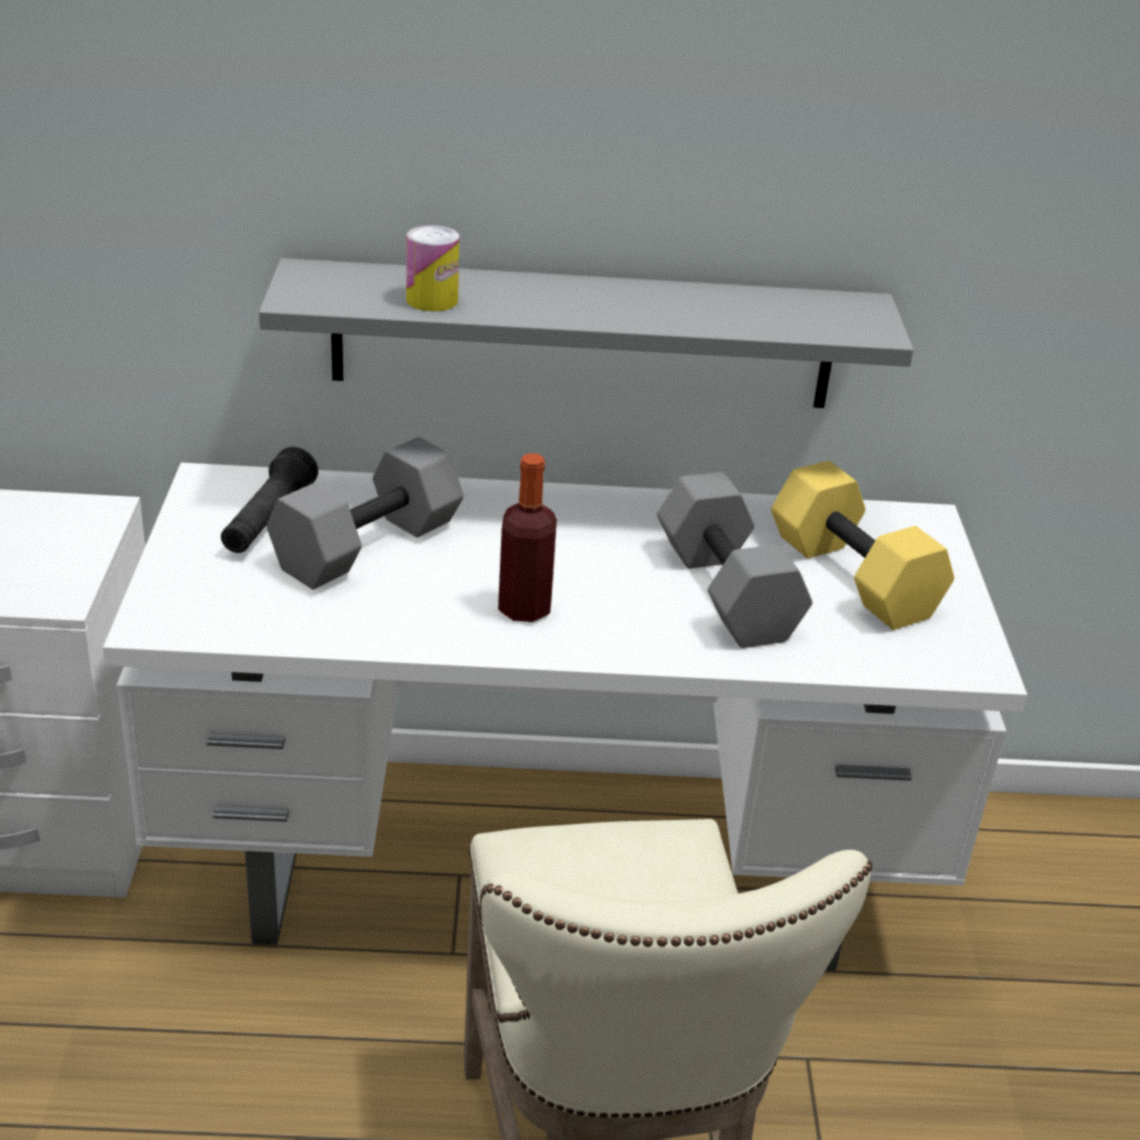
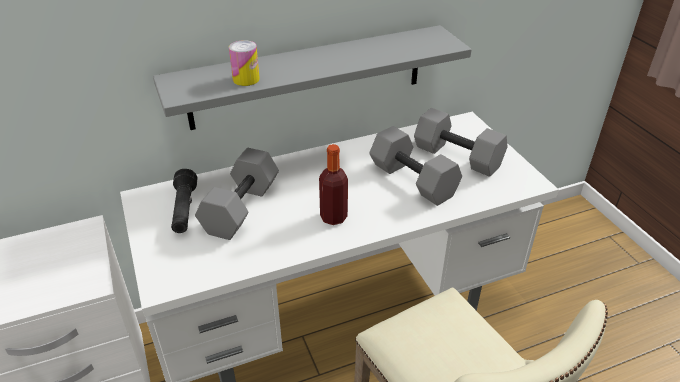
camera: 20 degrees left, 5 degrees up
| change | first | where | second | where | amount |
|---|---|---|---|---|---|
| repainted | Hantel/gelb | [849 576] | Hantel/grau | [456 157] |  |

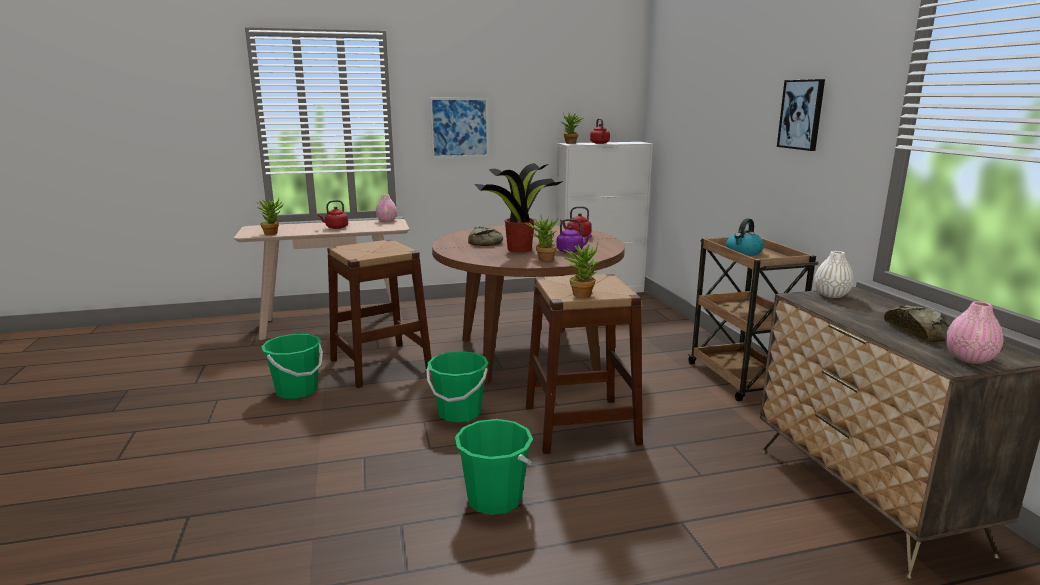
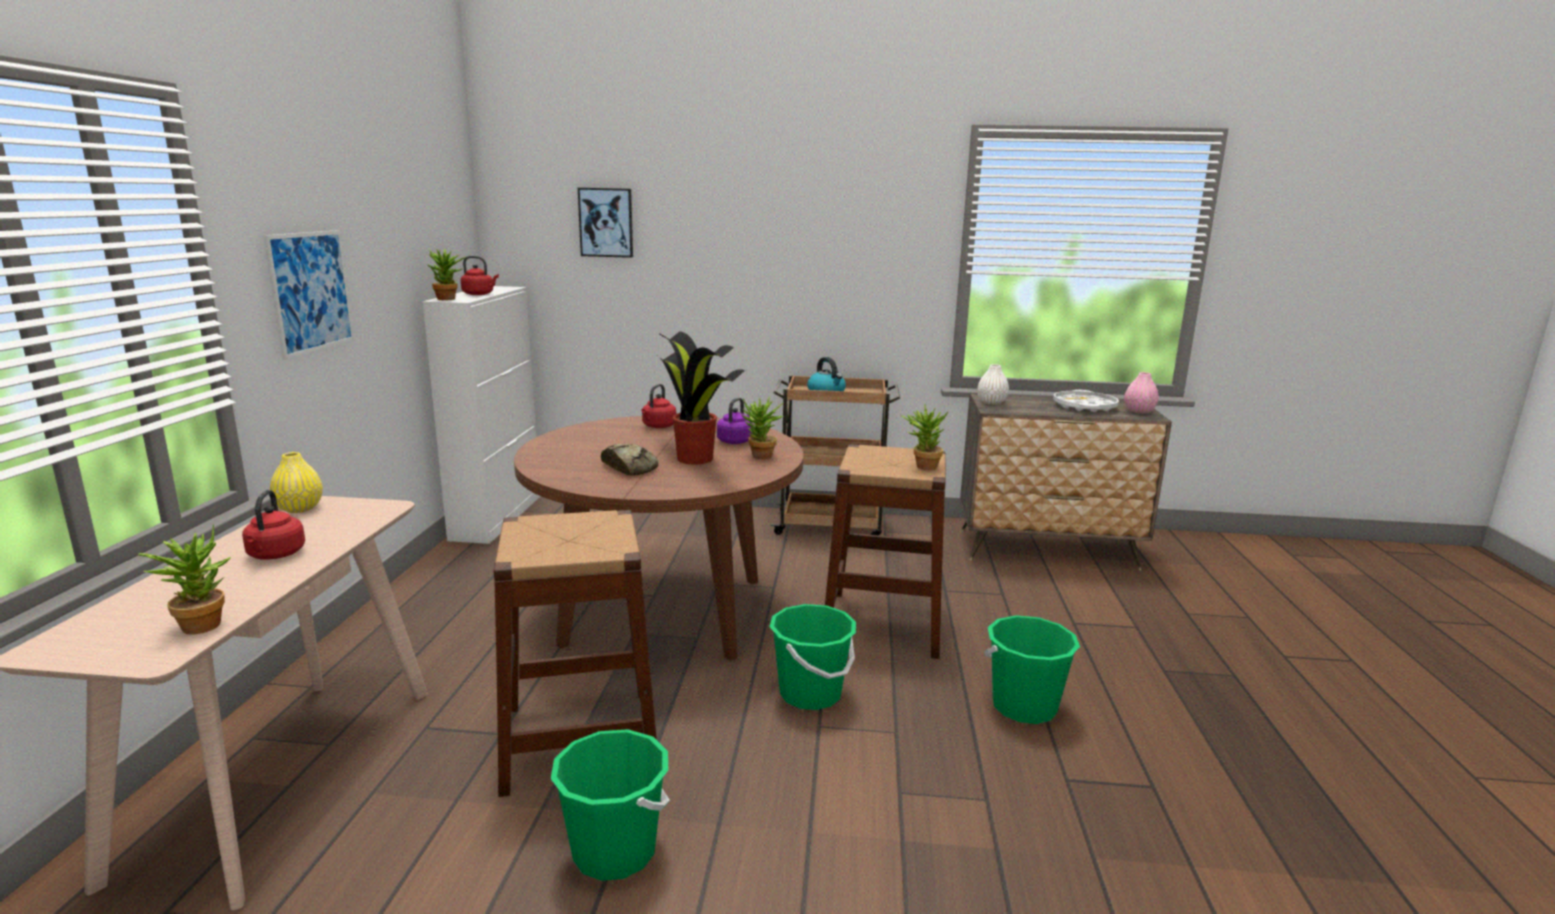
camera: 70 degrees left, 0 degrees up
| change | first | where | second | where | amount |
|---|---|---|---|---|---|
| shifted | Bild | [801 114] |  | [606 222] |  |
| repainted | Vase/rosa | [386 221] | Vase/gelb | [299 508] |  |
| swapped | Brot | [919 331] | Tablett/weiß | [1084 406] |  |

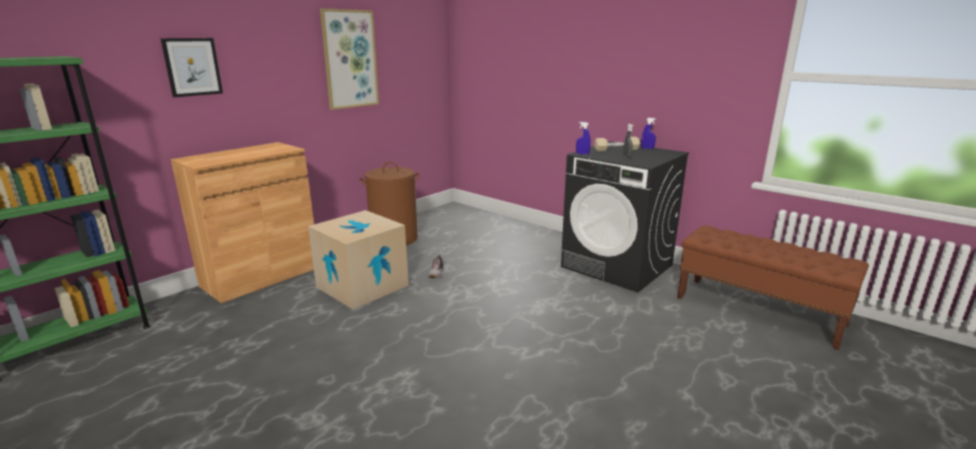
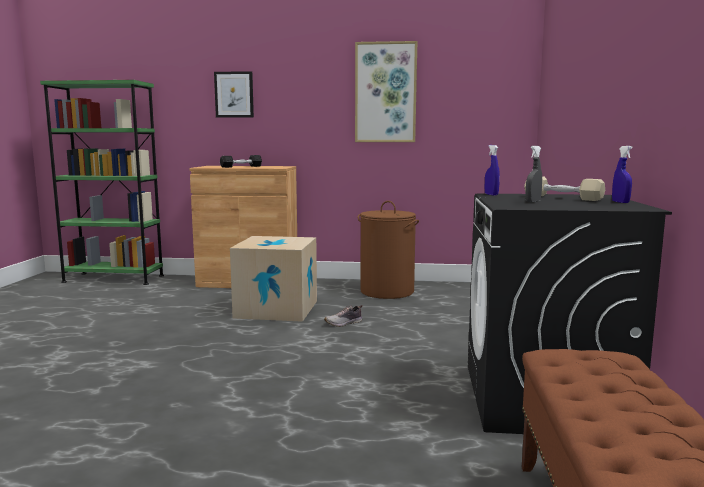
camera: 55 degrees right, 10 degrees down
| change | first | where | second | where | amount |
|---|---|---|---|---|---|
| new |  |  | Hantel/schwarz | [241 166] |  |

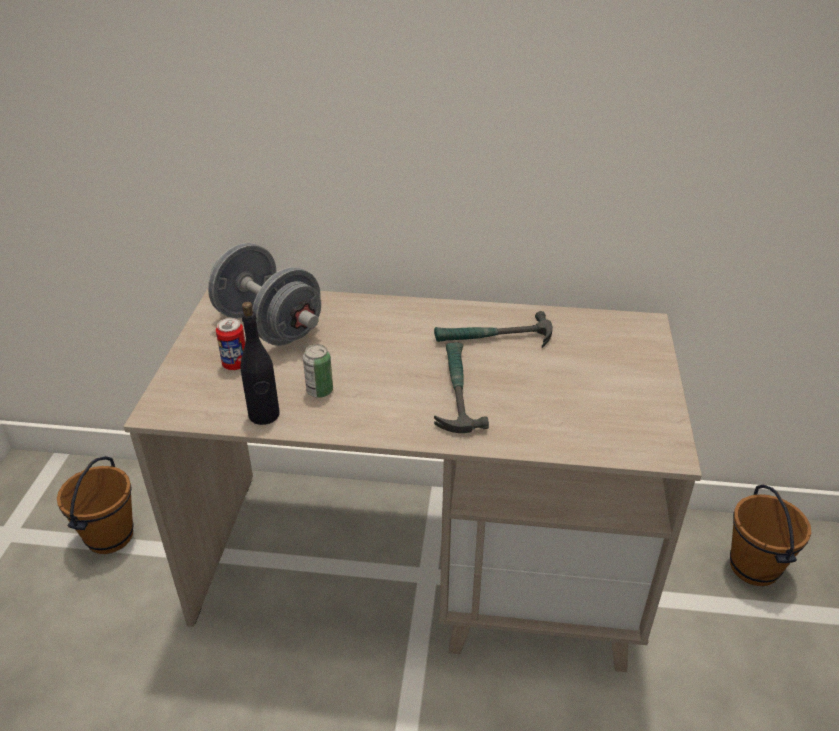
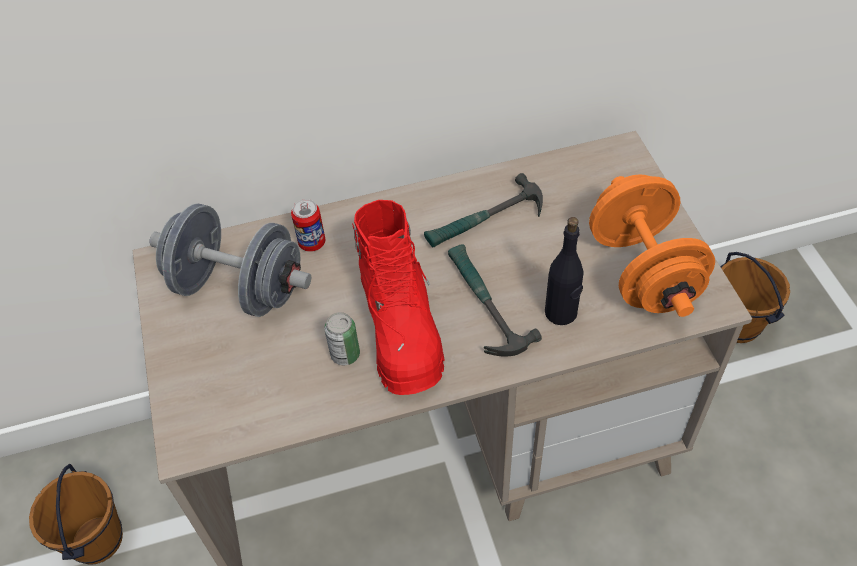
camera: 20 degrees left, 15 degrees up
| change | first | where | second | where | amount |
|---|---|---|---|---|---|
| shifted | Flasche/schwarz | [264 415] |  | [561 313] |  |
| shifted | Dose | [235 364] |  | [312 243] |  |
| new |  |  | Hantel/orange | [643 271] |  |
| new |  |  | Stiefel/rot | [402 329] |  |

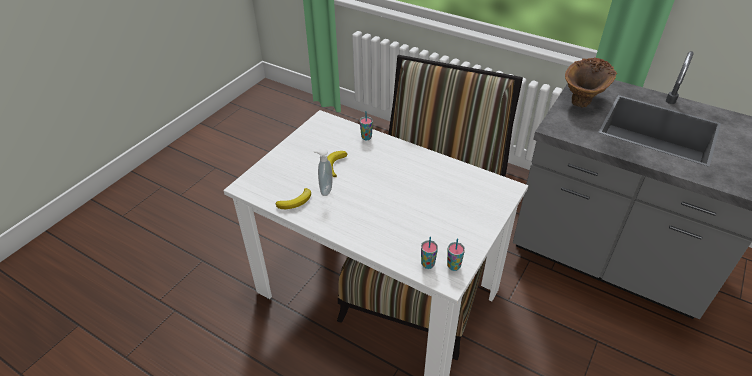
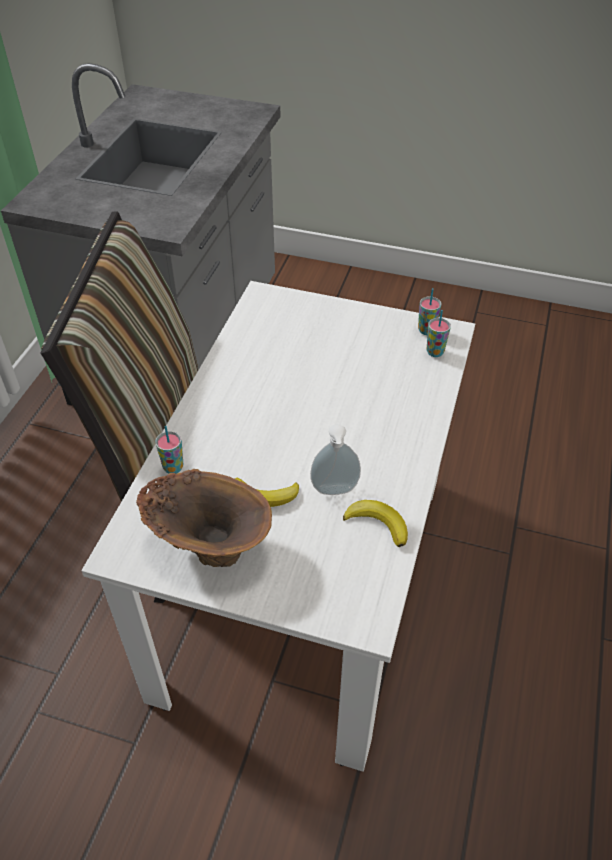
camera: 105 degrees left, 5 degrees up
| change | first | where | second | where | amount |
|---|---|---|---|---|---|
| shifted | Vase/braun | [584 99] |  | [209 546] |  |

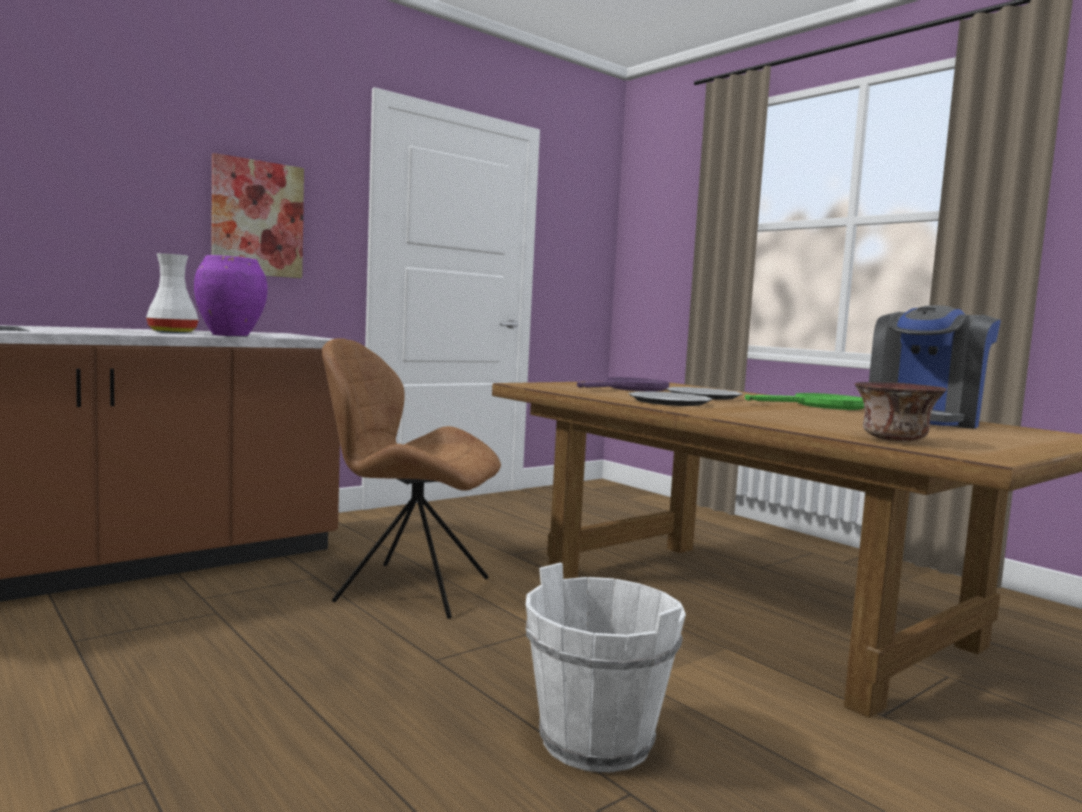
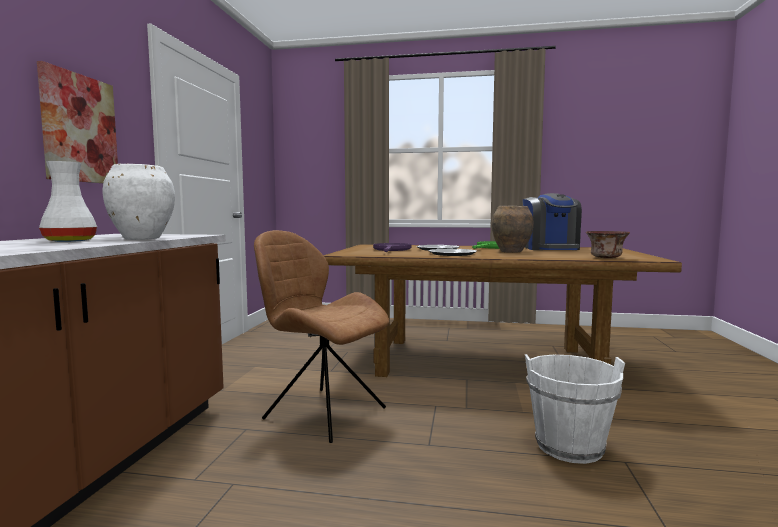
camera: 40 degrees left, 0 degrees up
| change | first | where | second | where | amount |
|---|---|---|---|---|---|
| repainted | Vase/lila | [229 335] | Vase/weiß | [141 239] |  |
| rotated | Stuhl/braun | [408 589] |  | [322 412] | 60 degrees clockwise |
| new |  |  | Vase/braun | [511 252] |  |

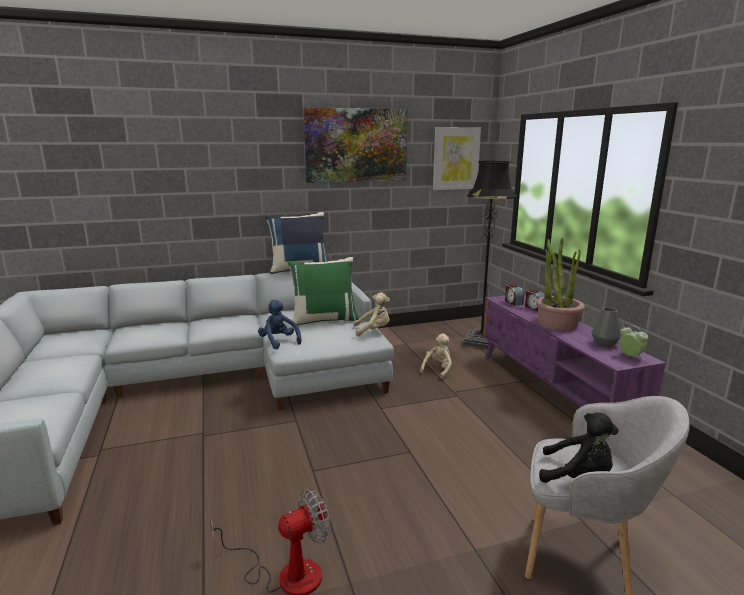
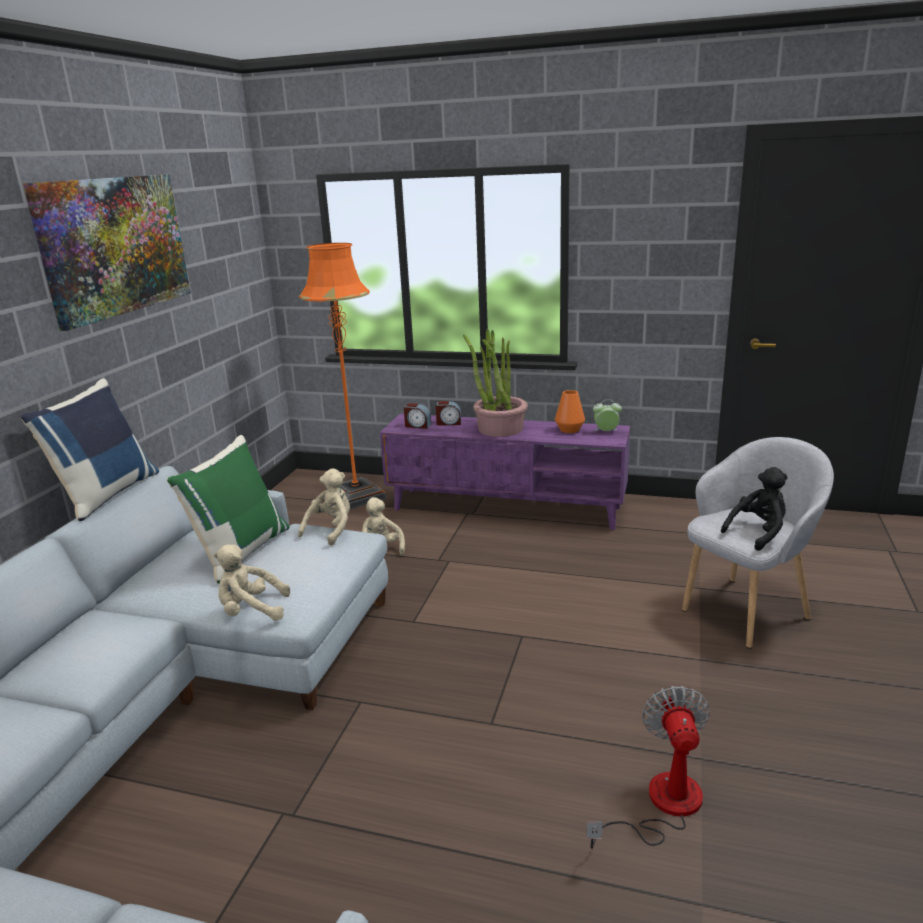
camera: 55 degrees left, 5 degrees up
| change | first | where | second | where | amount |
|---|---|---|---|---|---|
| gone | Bild | [456 158] |  |  |  |
| repainted | Stehlampe/schwarz | [481 342] | Stehlampe/orange | [356 497] |  |
| repainted | Plüschtier/blau | [279 342] | Plüschtier/beige | [251 611] |  |
| repainted | Vase/grau | [604 343] | Vase/orange | [569 430] |  |

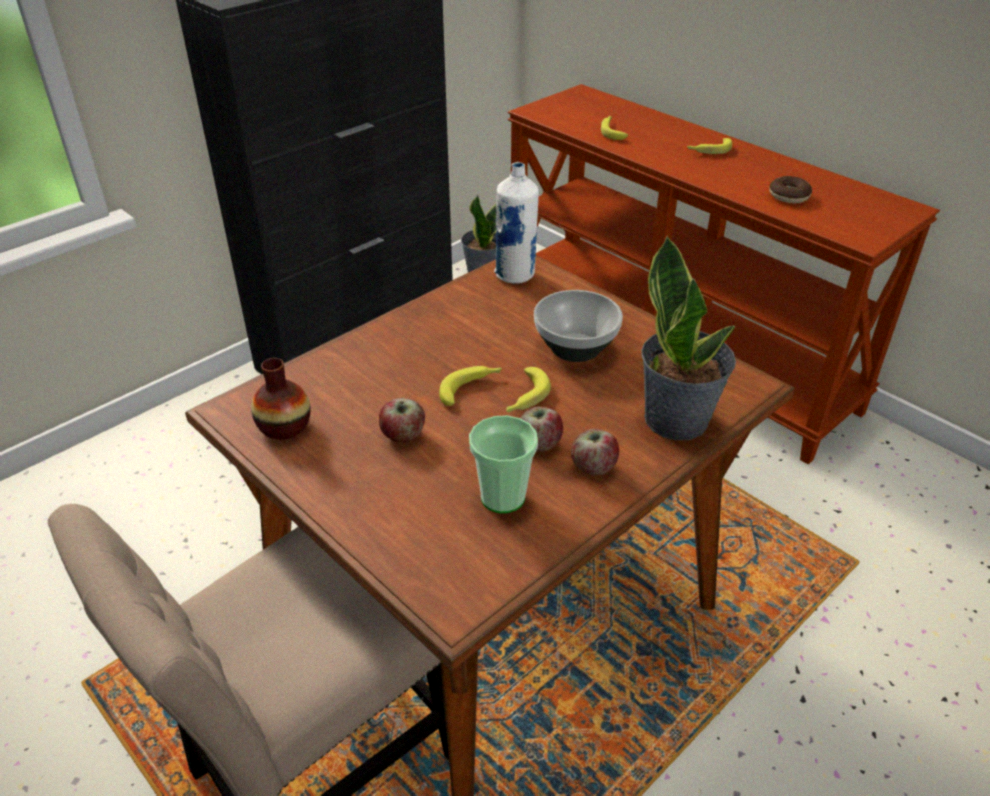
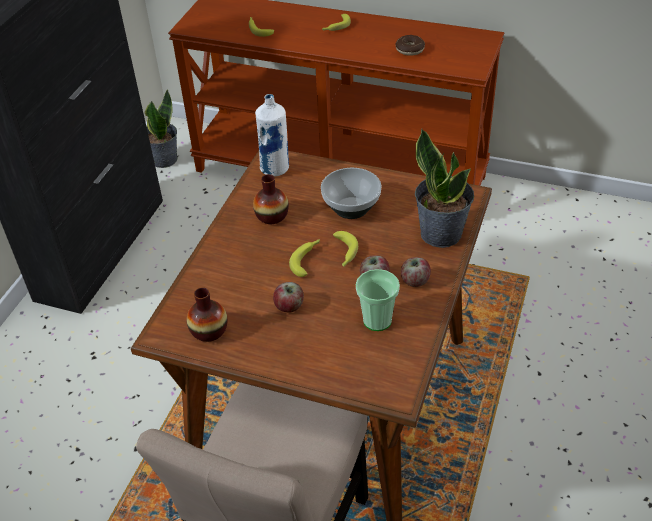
camera: 25 degrees left, 5 degrees up
| change | first | where | second | where | amount |
|---|---|---|---|---|---|
| new |  |  | Vase | [272 216] |  |

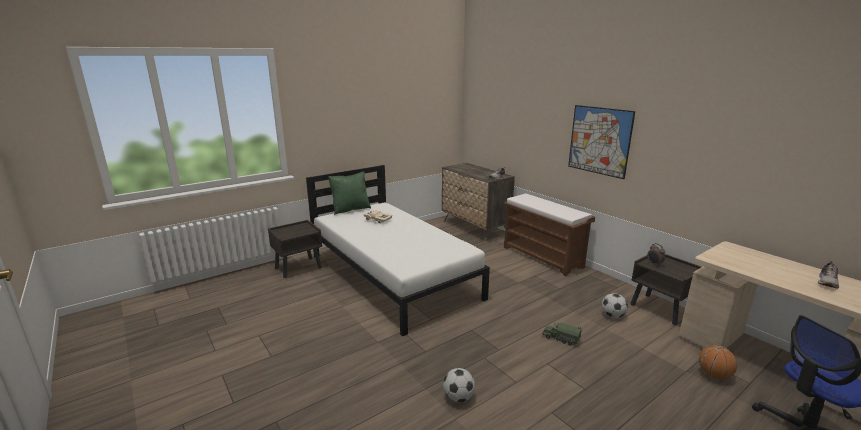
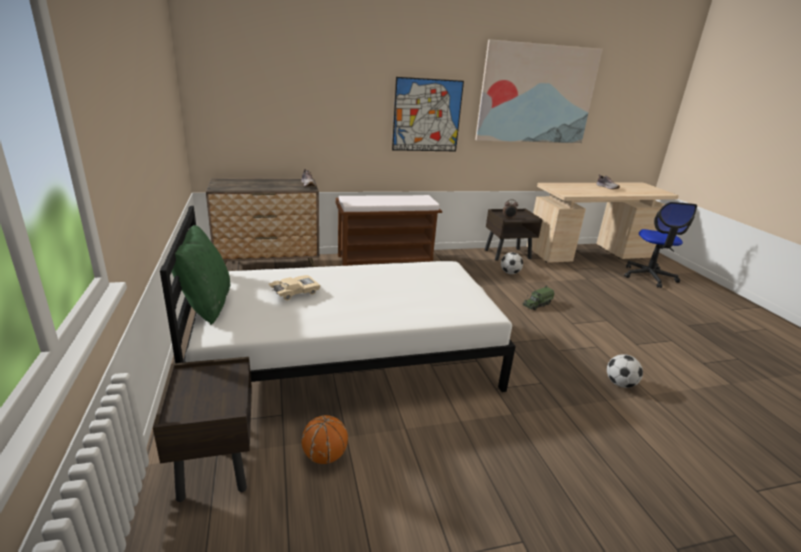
camera: 70 degrees left, 5 degrees up
| change | first | where | second | where | amount |
|---|---|---|---|---|---|
| shifted | Basketball | [714 375] |  | [325 456] |  |
| new |  |  | Bild | [537 94] |  |

